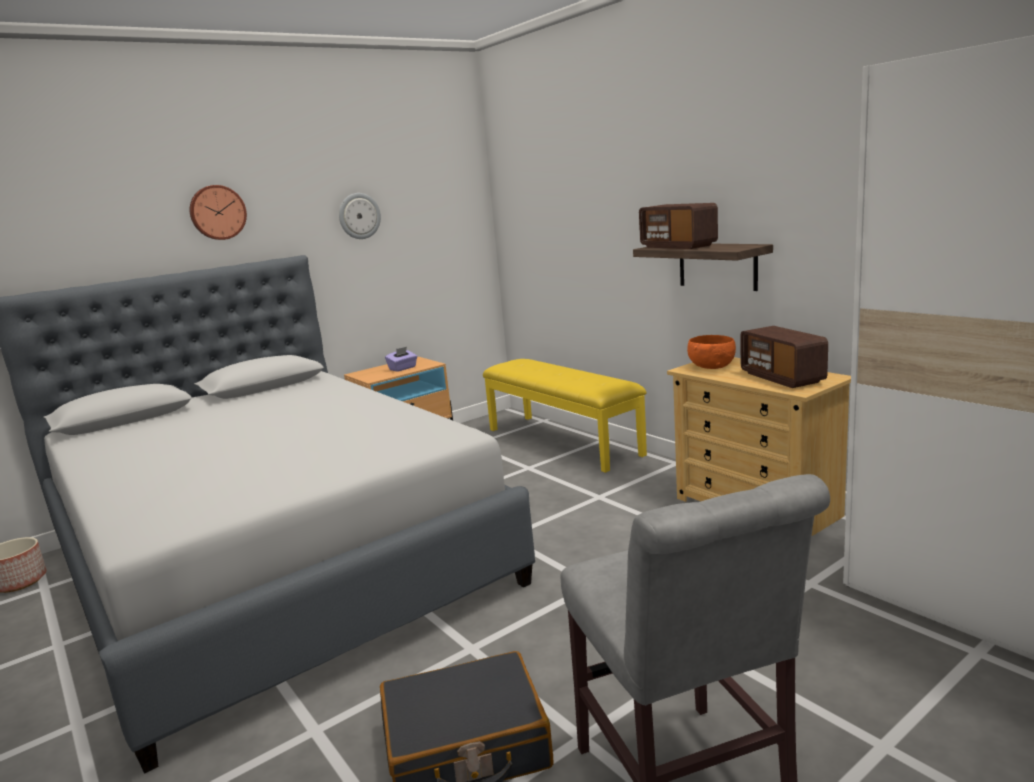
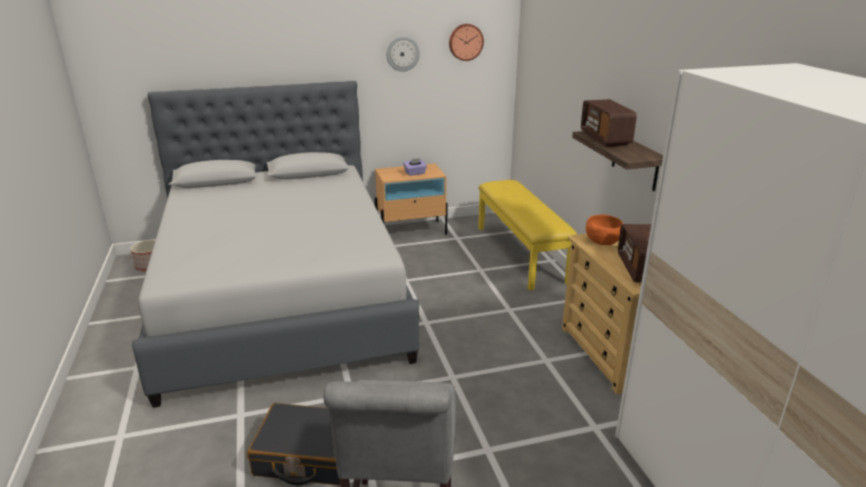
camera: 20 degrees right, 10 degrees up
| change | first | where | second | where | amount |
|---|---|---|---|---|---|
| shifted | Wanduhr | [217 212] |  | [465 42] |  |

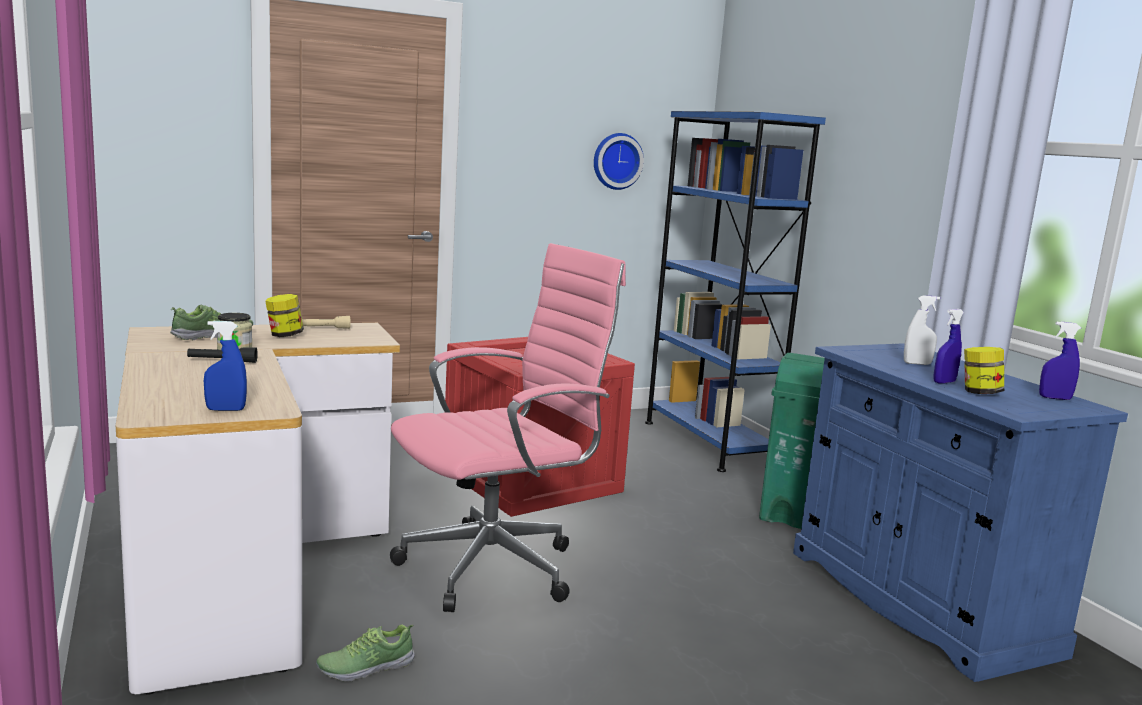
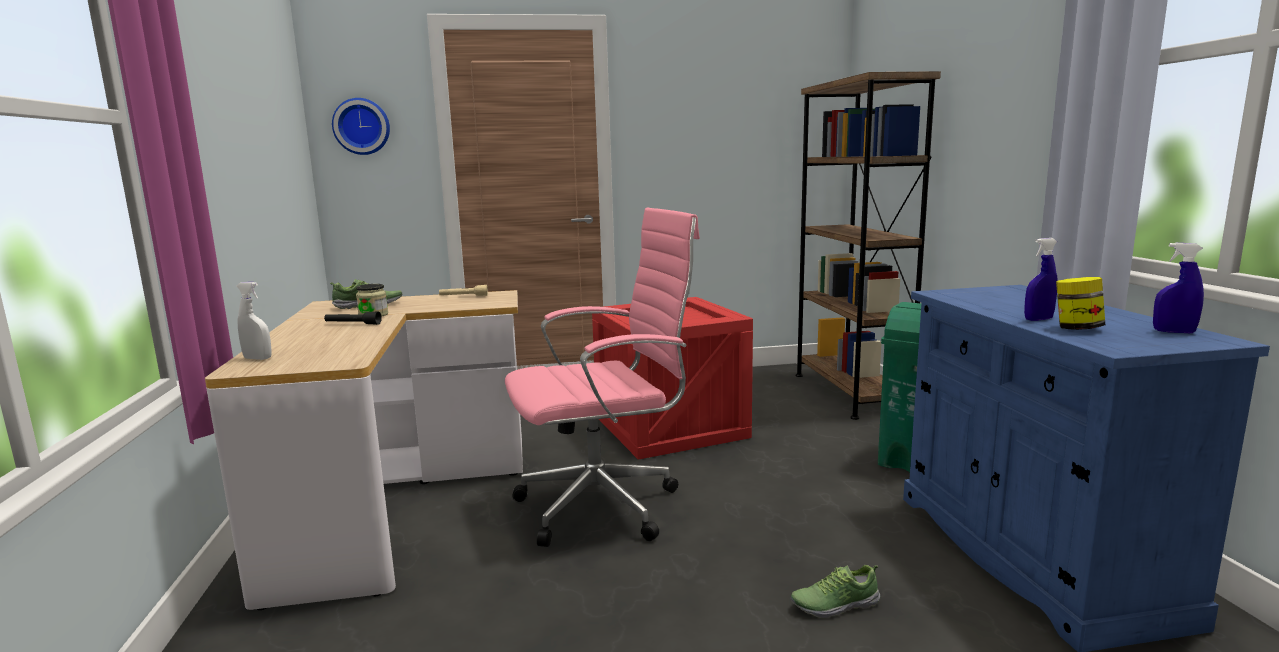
camera: 15 degrees right, 0 degrees up
| change | first | where | second | where | amount |
|---|---|---|---|---|---|
| repainted | Bücherregal/blau | [707 443] | Bücherregal/braun | [850 393] |  |
| shifted | Wanduhr | [616 161] |  | [362 126] |  |
| gone | Vorratsglas | [284 335] |  |  |  |
| shifted | Sprühflasche/weiß | [917 363] |  | [257 358] |  |
| gone | Sprühflasche/blau | [225 409] |  |  |  |
| shifted | Schuh | [365 667] |  | [834 604] |  |

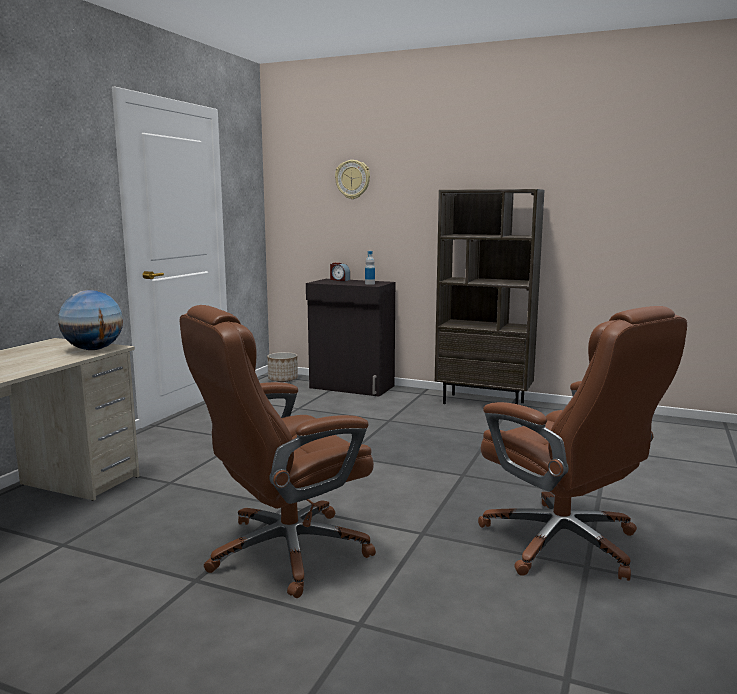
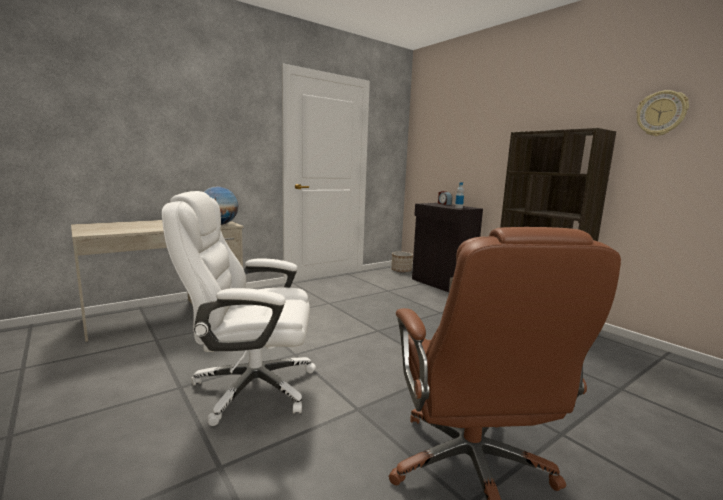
camera: 30 degrees right, 0 degrees up
| change | first | where | second | where | amount |
|---|---|---|---|---|---|
| shifted | Wanduhr | [353 179] |  | [661 113] |  |
| repainted | Bürostuhl/braun | [285 551] | Bürostuhl/weiß | [251 387] |  |

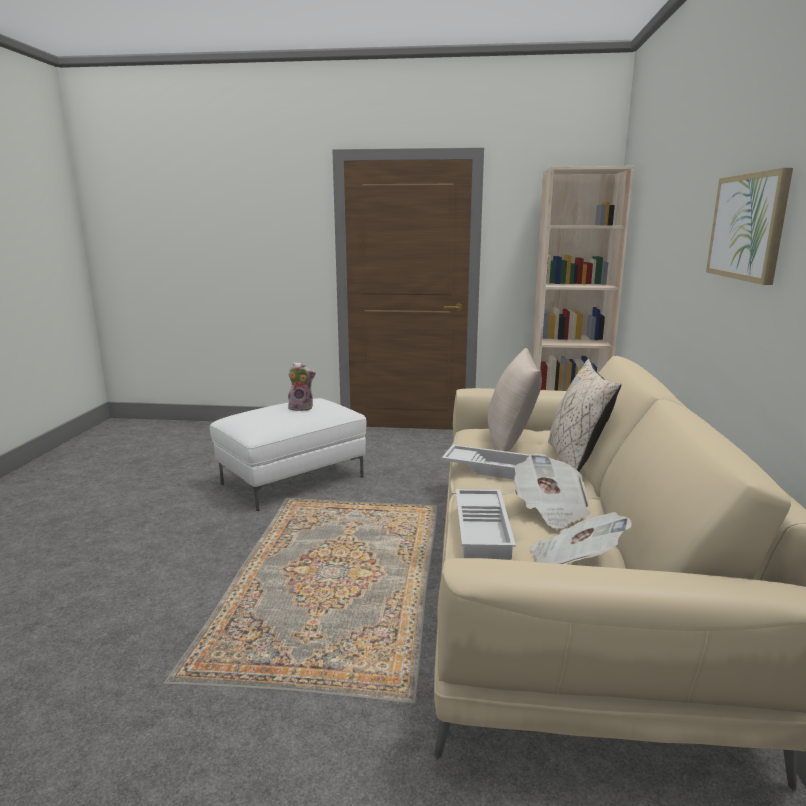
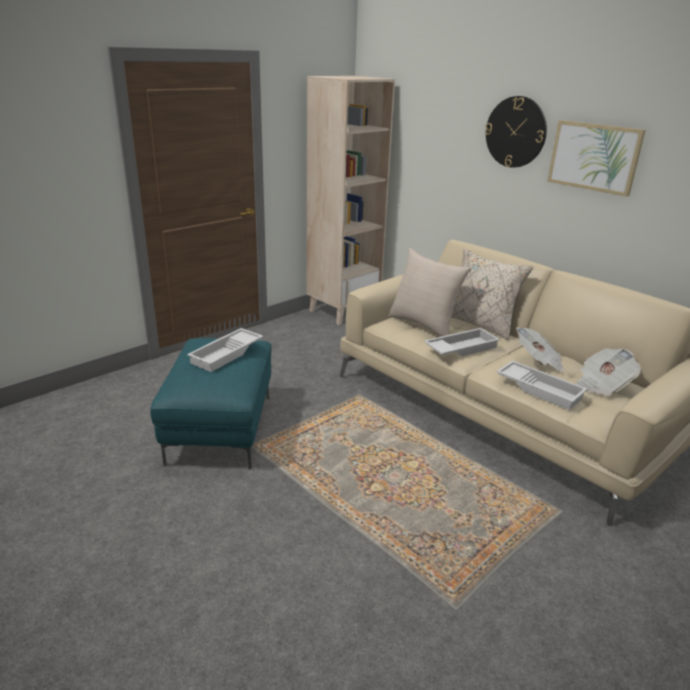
camera: 50 degrees left, 10 degrees up
| change | first | where | second | where | amount |
|---|---|---|---|---|---|
| swapped | Plüschtier | [301 408] | Tablett/weiß | [227 354] |  |
| repainted | Polsterhocker/weiß | [293 480] | Polsterhocker/türkis | [219 428] |  |
| new |  |  | Wanduhr | [515 132] |  |

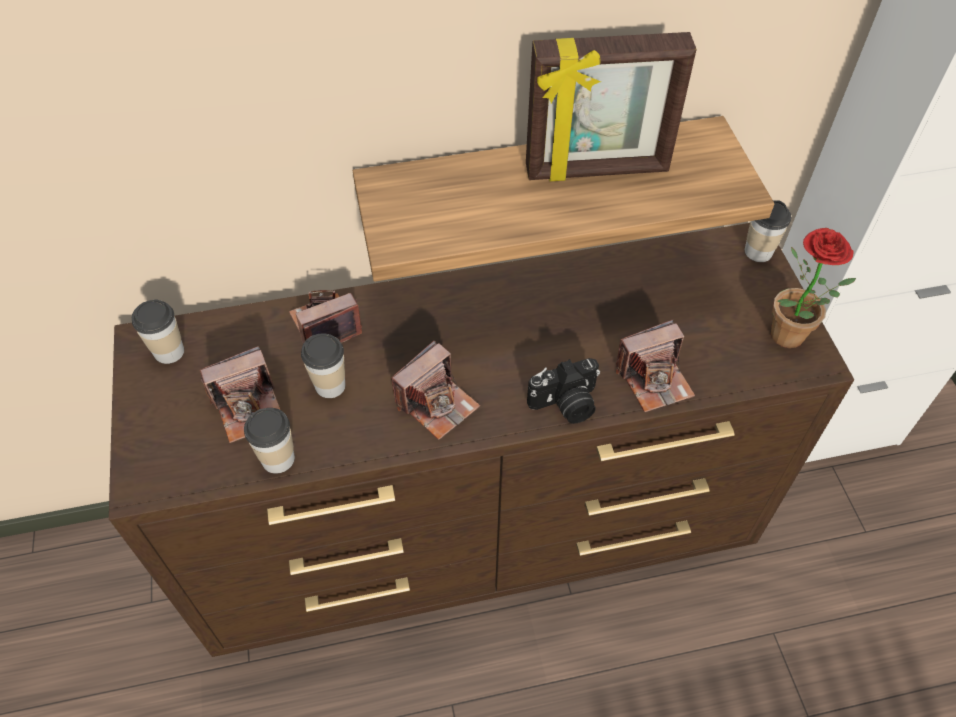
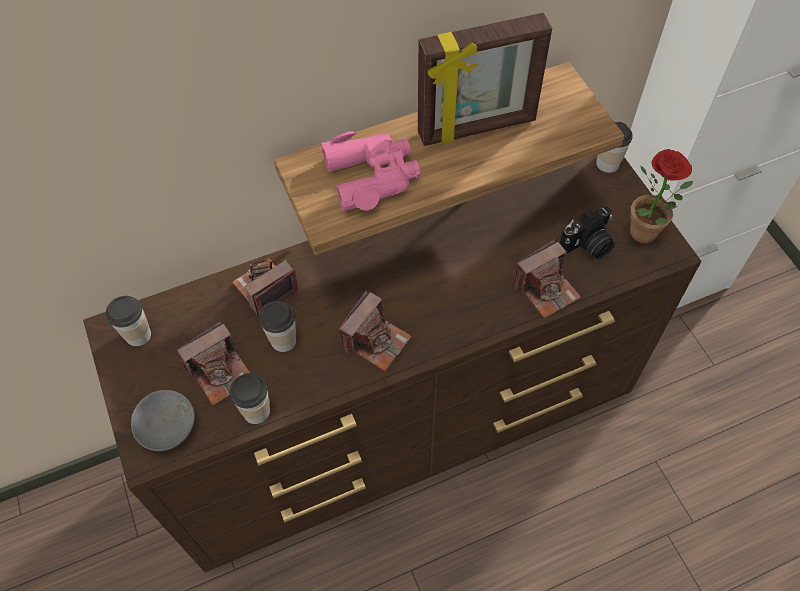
camera: 10 degrees left, 5 degrees up
| change | first | where | second | where | amount |
|---|---|---|---|---|---|
| shifted | Kamera | [566 405] |  | [587 246] |  |
| new |  |  | Fernglas/rosa | [372 176] |  |
| new |  |  | Schüssel/grau | [165 427] |  |

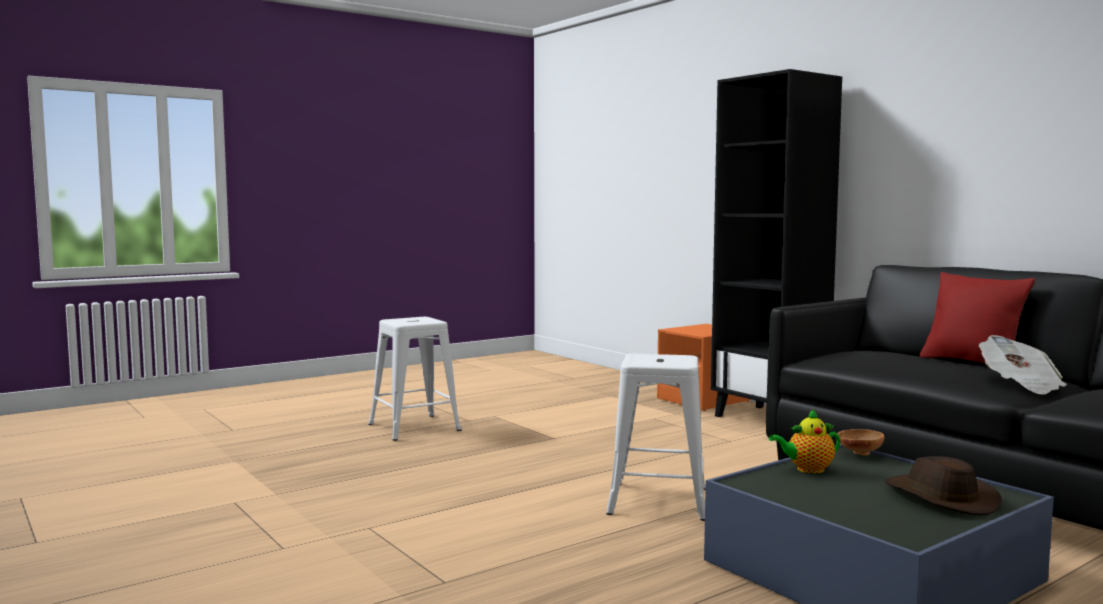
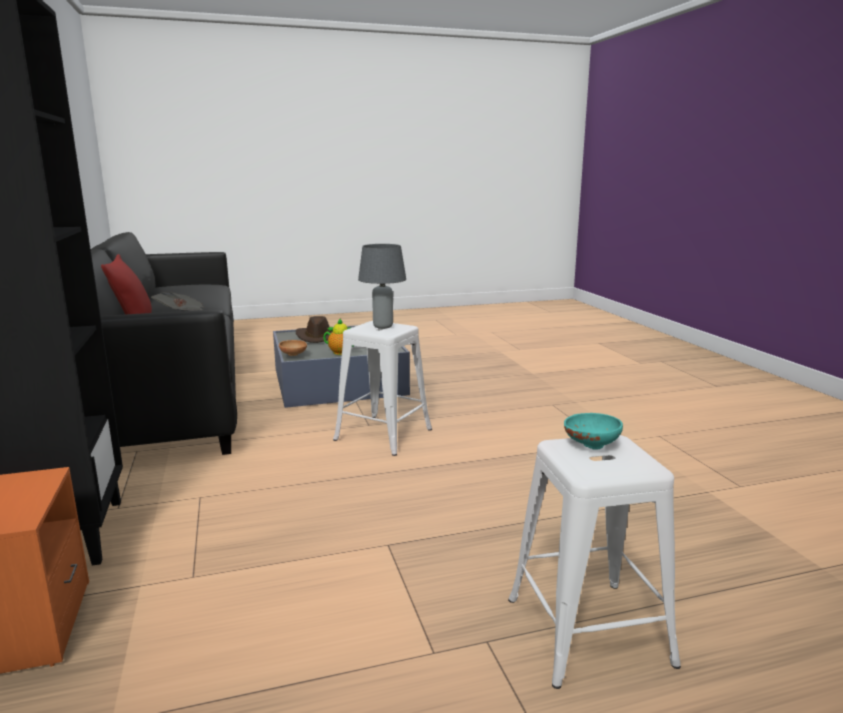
camera: 160 degrees left, 10 degrees up
| change | first | where | second | where | amount |
|---|---|---|---|---|---|
| new |  |  | Tischlampe/grau | [383 327] |  |
| new |  |  | Schüssel/türkis | [590 444] |  |

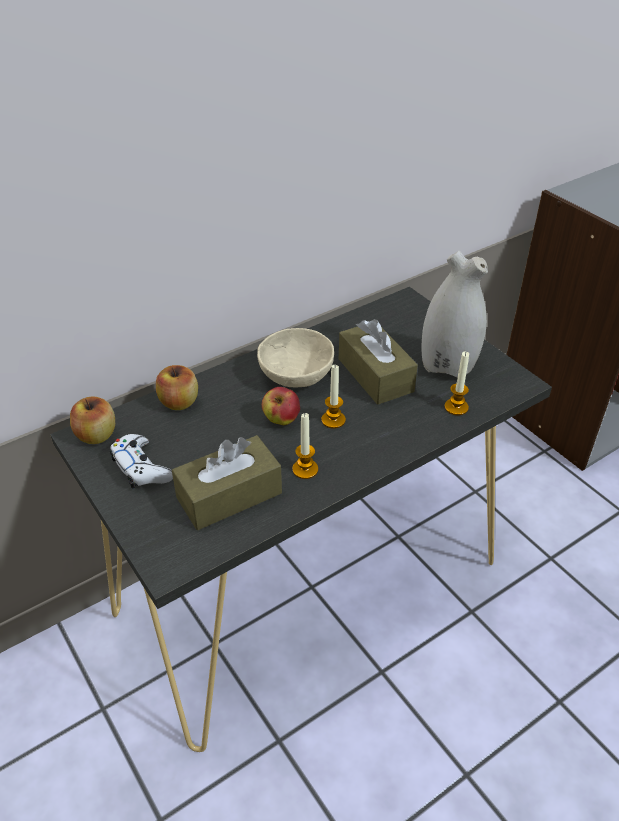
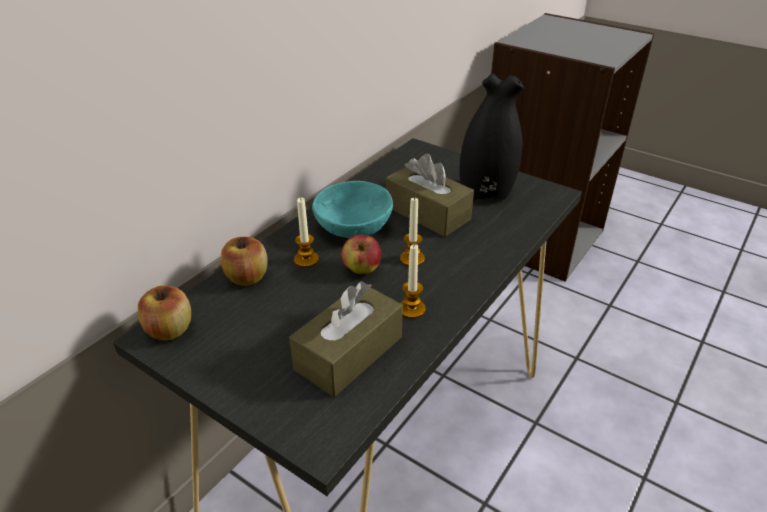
camera: 20 degrees left, 5 degrees down
| change | first | where | second | where | amount |
|---|---|---|---|---|---|
| repainted | Vase/weiß | [448 365] | Vase/schwarz | [486 192] |  |
| repainted | Schüssel/beige | [295 376] | Schüssel/türkis | [353 229] |  |
| shifted | Kerze | [456 407] |  | [306 260] |  |
| gone | Gamepad/weiß | [141 468] |  |  |  |

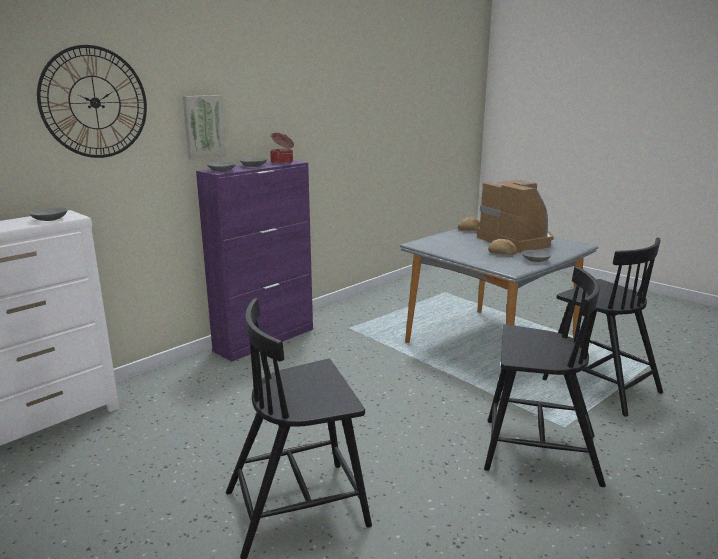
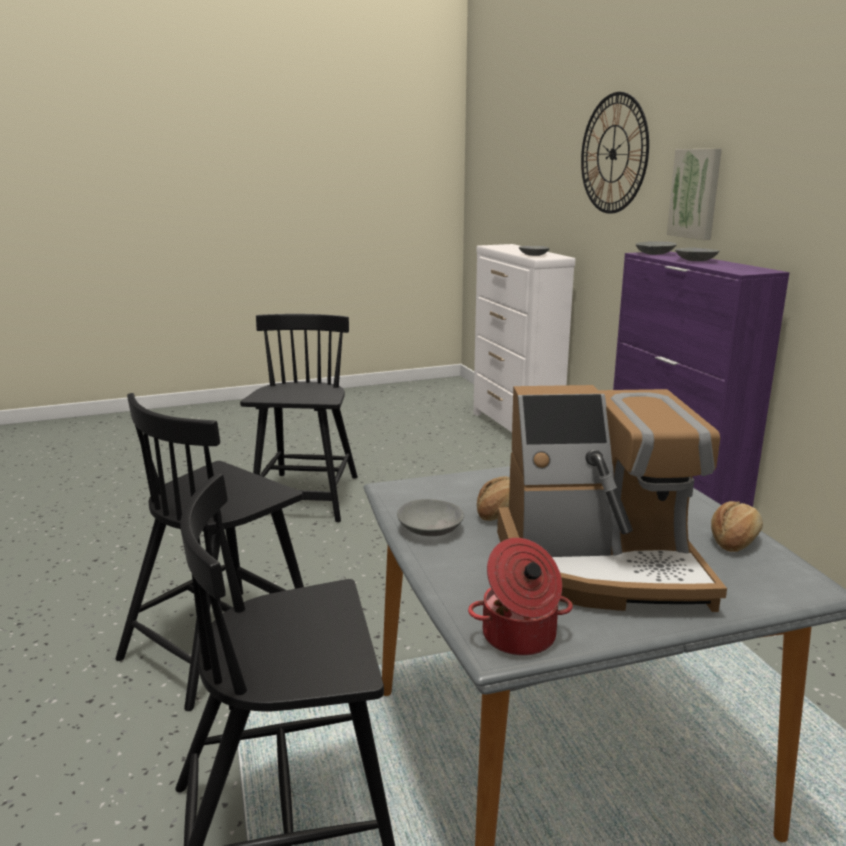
camera: 115 degrees right, 0 degrees up
| change | first | where | second | where | amount |
|---|---|---|---|---|---|
| shifted | Kochtopf | [282 162] |  | [519 637] |  |

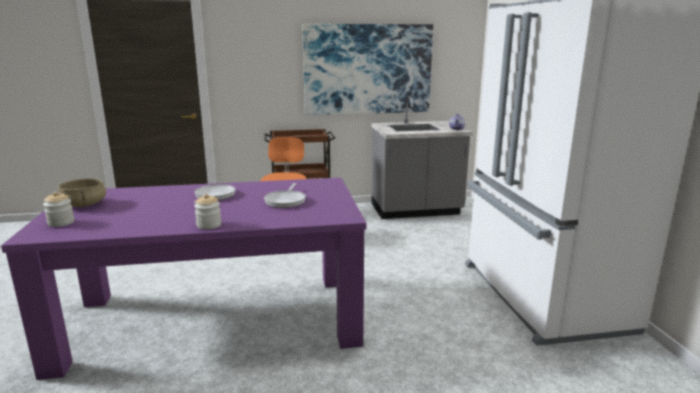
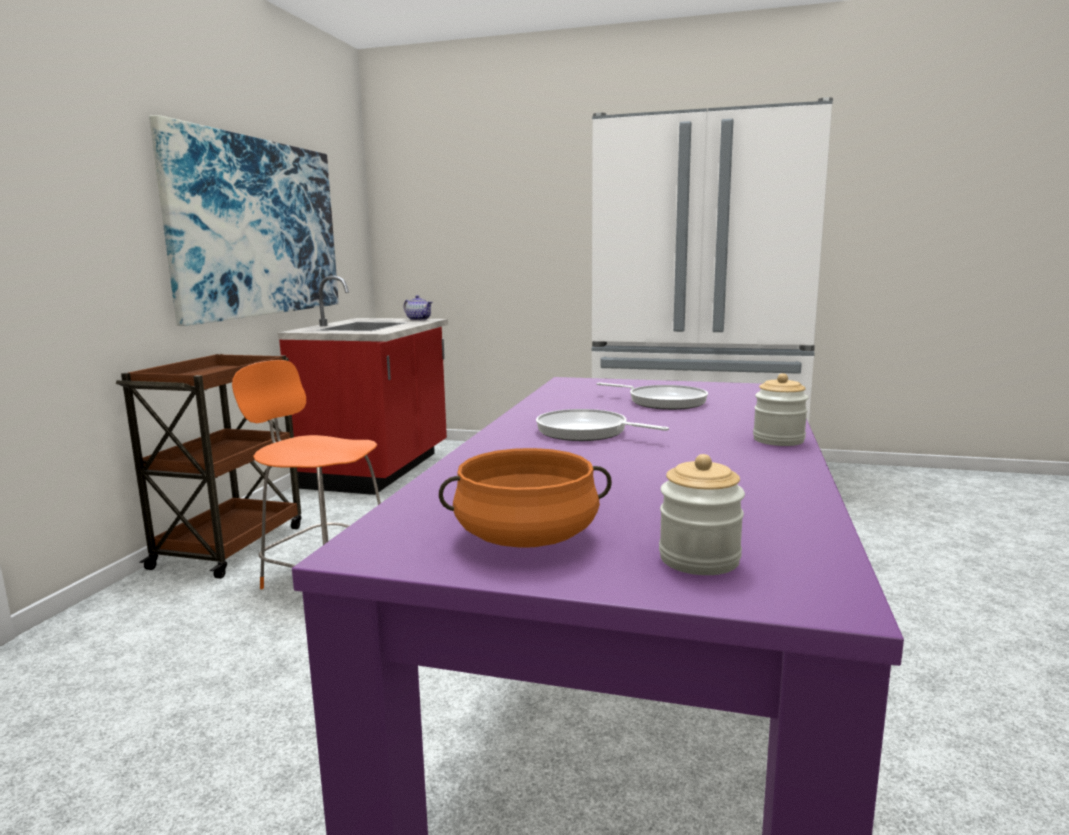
camera: 65 degrees left, 5 degrees down
| change | first | where | second | where | amount |
|---|---|---|---|---|---|
| repainted | Küchenzeile/grau | [416 210] | Küchenzeile/rot | [379 470] |  |
| repainted | Kochtopf/beige | [84 204] | Kochtopf/orange | [526 538] |  |

